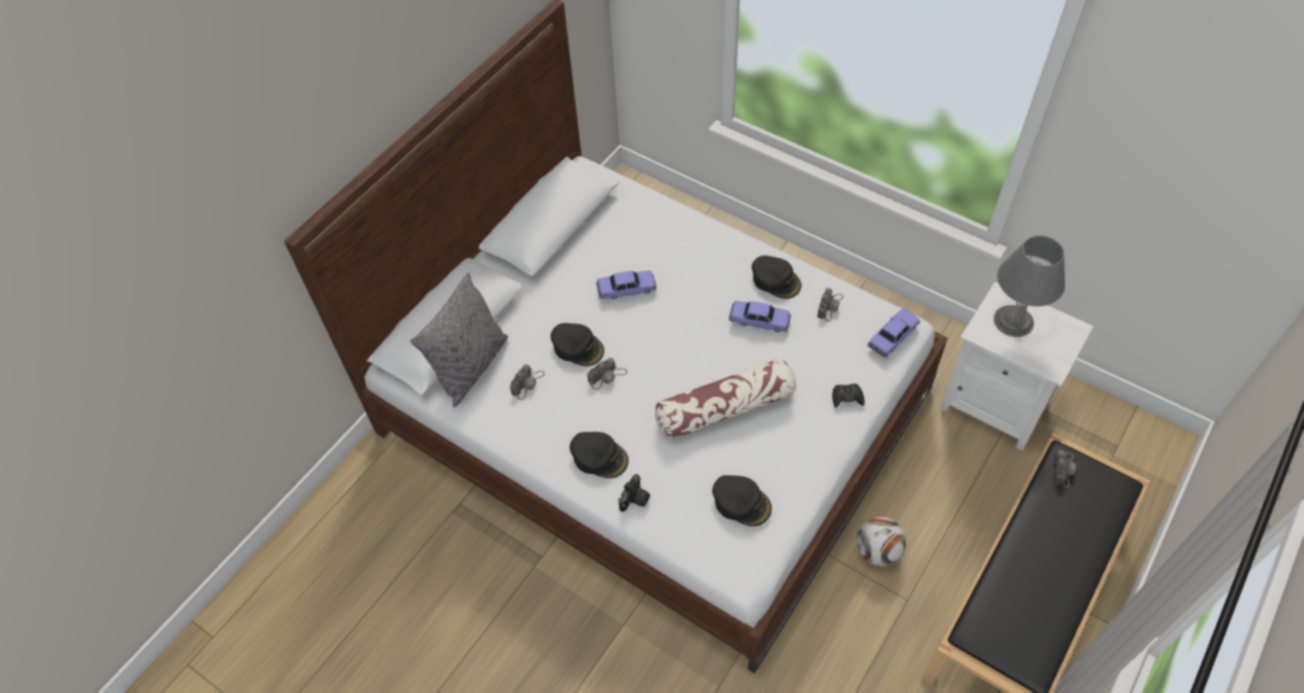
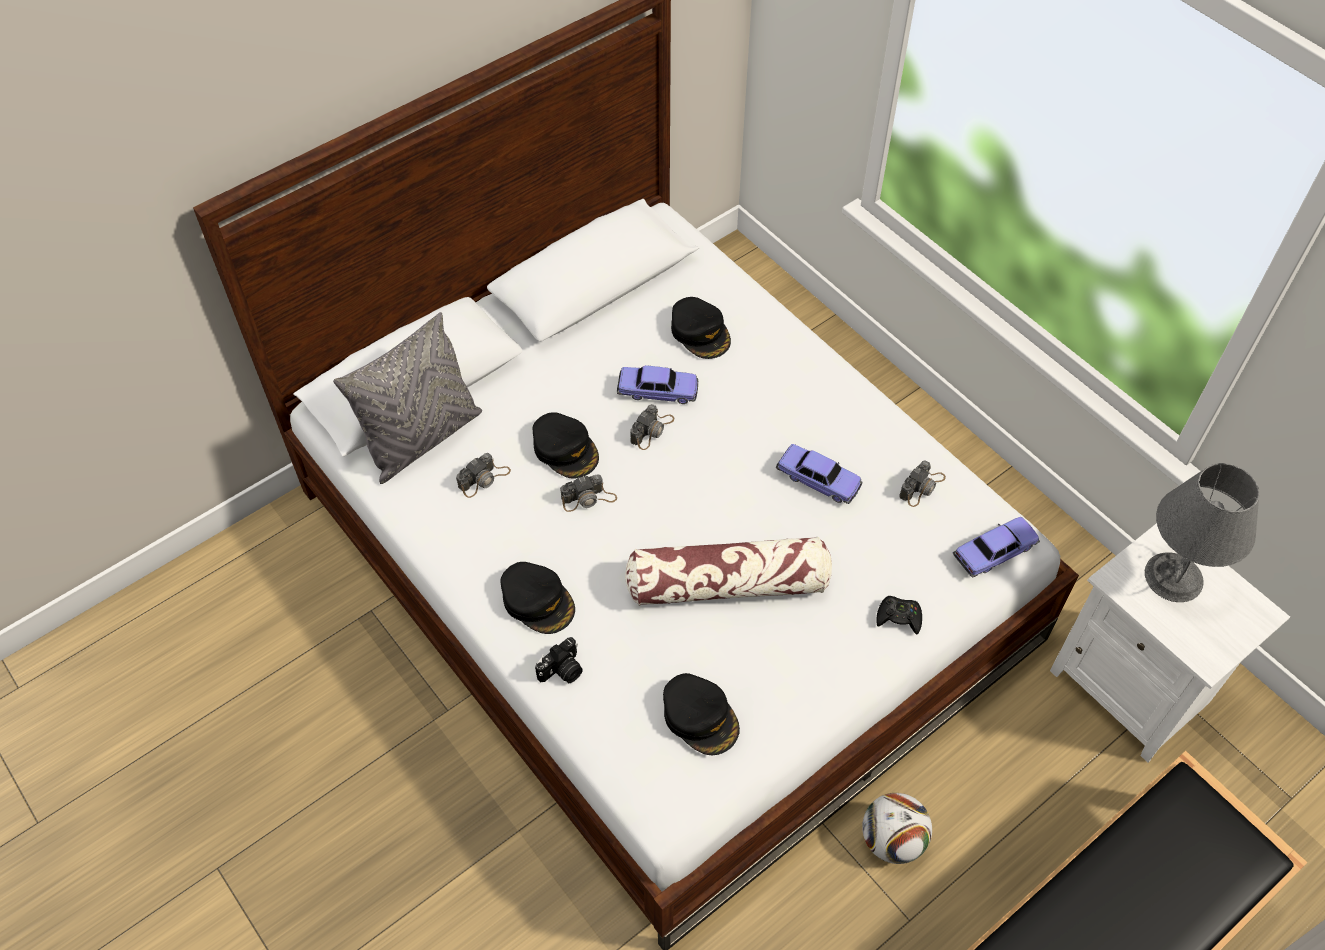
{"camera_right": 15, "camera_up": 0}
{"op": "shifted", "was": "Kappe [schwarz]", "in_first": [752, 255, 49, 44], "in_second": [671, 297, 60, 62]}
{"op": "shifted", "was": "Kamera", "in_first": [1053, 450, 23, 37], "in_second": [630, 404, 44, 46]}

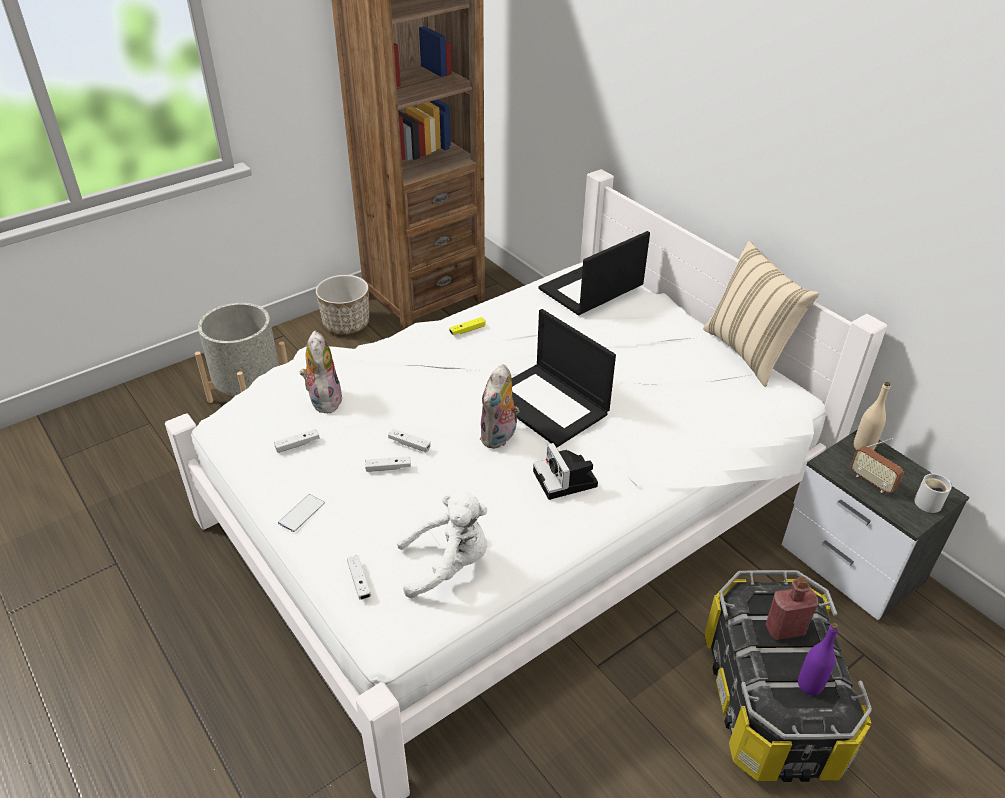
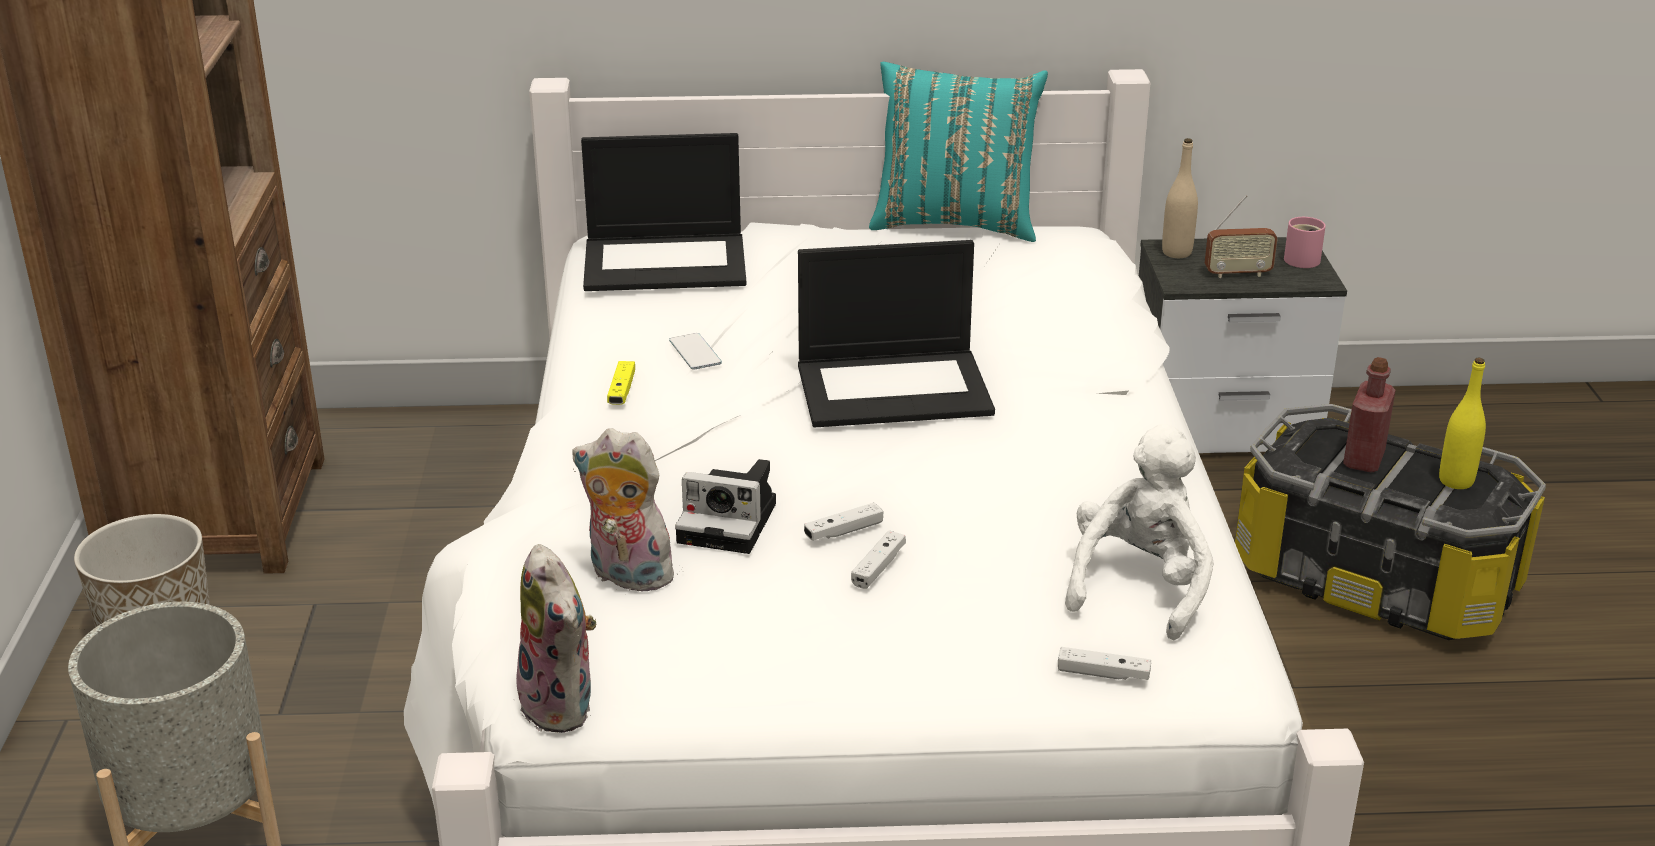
{"camera_right": -55, "camera_up": -10}
{"op": "gone", "was": "Gamepad [weiß]", "in_first": [274, 429, 46, 24]}
{"op": "shifted", "was": "Handy", "in_first": [278, 494, 47, 38], "in_second": [669, 333, 53, 37]}
{"op": "shifted", "was": "Plüschtier", "in_first": [480, 364, 40, 85], "in_second": [516, 544, 80, 189]}
{"op": "shifted", "was": "Kamera", "in_first": [533, 443, 65, 57], "in_second": [675, 459, 101, 95]}
{"op": "repainted", "was": "Kissen [beige]", "now": "Kissen [türkis]", "in_first": [703, 241, 116, 146], "in_second": [869, 62, 179, 180]}
{"op": "repainted", "was": "Flasche [lila]", "now": "Flasche [gelb]", "in_first": [798, 623, 41, 72], "in_second": [1439, 358, 47, 131]}
{"op": "repainted", "was": "Henkelbecher [weiß]", "now": "Henkelbecher [rosa]", "in_first": [914, 474, 38, 39], "in_second": [1284, 217, 42, 51]}
{"op": "rotated", "was": "Laptop", "in_first": [538, 231, 112, 84], "in_second": [581, 133, 165, 158], "clockwise": -90}

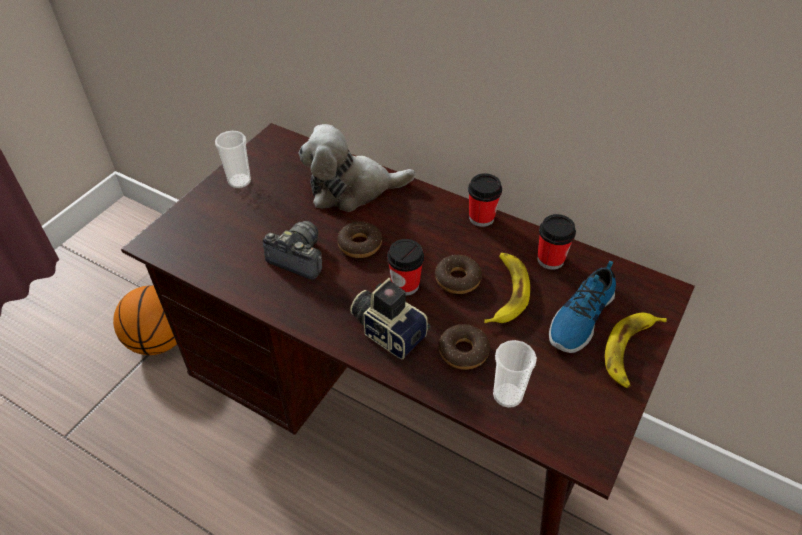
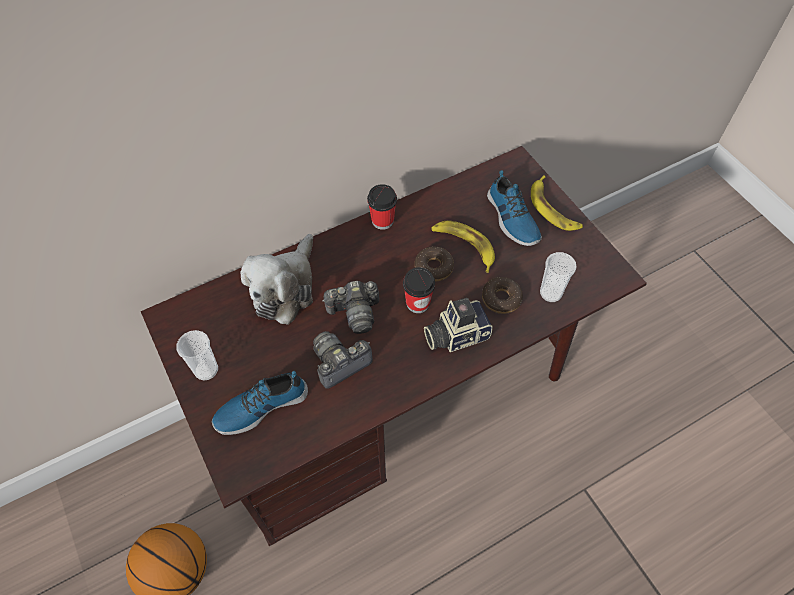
{"camera_right": -60, "camera_up": 10}
{"op": "gone", "was": "Tasse", "in_first": [538, 214, 38, 56]}
{"op": "new", "now": "Schuh", "in_second": [212, 371, 96, 64]}
{"op": "swapped", "was": "Donut", "now": "Kamera", "in_first": [337, 221, 45, 37], "in_second": [322, 281, 57, 53]}

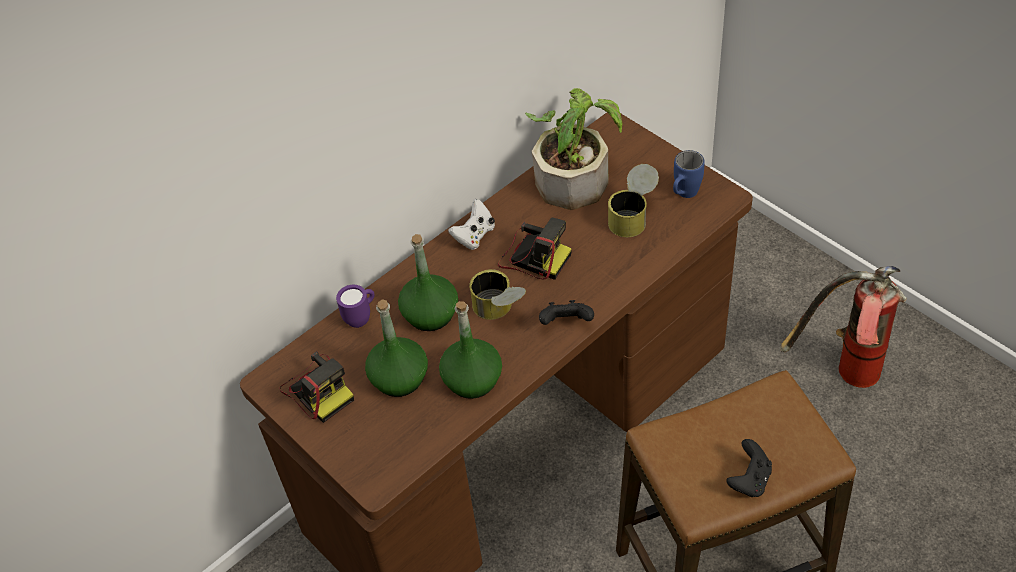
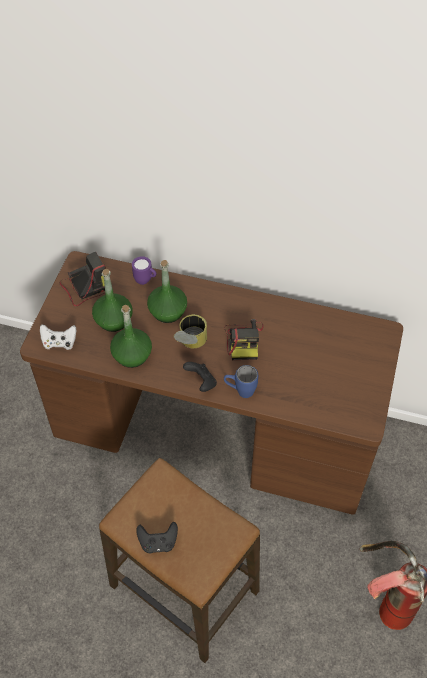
{"camera_right": 55, "camera_up": 5}
{"op": "gone", "was": "Topfpflanze", "in_first": [525, 88, 98, 122]}
{"op": "gone", "was": "Dose", "in_first": [608, 164, 51, 73]}
{"op": "shifted", "was": "Gamepad [weiß]", "in_first": [448, 199, 47, 51], "in_second": [40, 324, 36, 26]}
{"op": "shifted", "was": "Henkelbecher [blau]", "in_first": [673, 150, 32, 48], "in_second": [224, 365, 34, 33]}
{"op": "rotated", "was": "Kamera", "in_first": [280, 351, 74, 72], "in_second": [60, 252, 46, 54], "clockwise": -135}

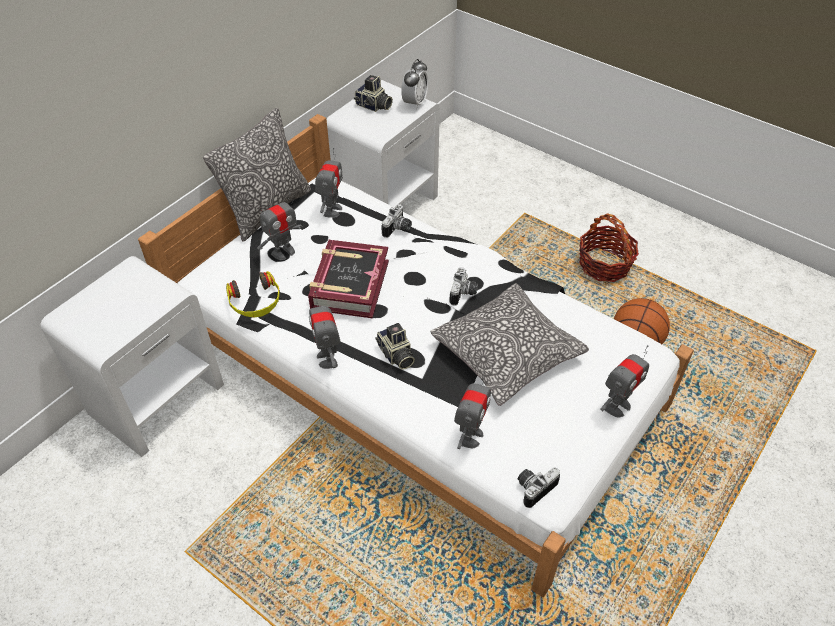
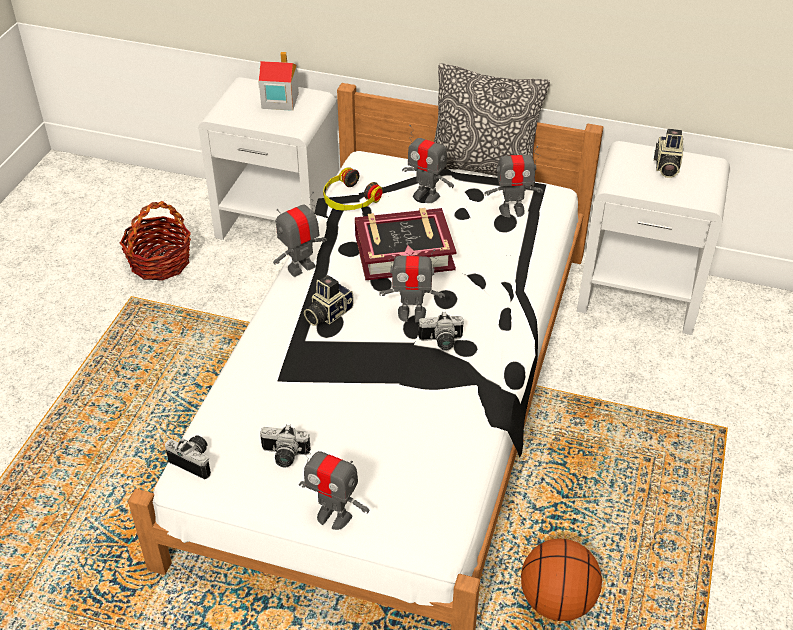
{"camera_right": 70, "camera_up": -5}
{"op": "gone", "was": "Wecker", "in_first": [401, 59, 27, 51]}
{"op": "gone", "was": "Kissen", "in_first": [430, 283, 159, 123]}
{"op": "new", "now": "Spielzeughaus", "in_second": [258, 52, 41, 59]}
{"op": "shifted", "was": "Kamera", "in_first": [381, 204, 31, 34], "in_second": [260, 424, 51, 44]}
{"op": "shifted", "was": "Spielzeugroboter", "in_first": [454, 371, 37, 78], "in_second": [379, 246, 66, 76]}
{"op": "shifted", "was": "Korb", "in_first": [579, 213, 60, 69], "in_second": [120, 201, 71, 80]}

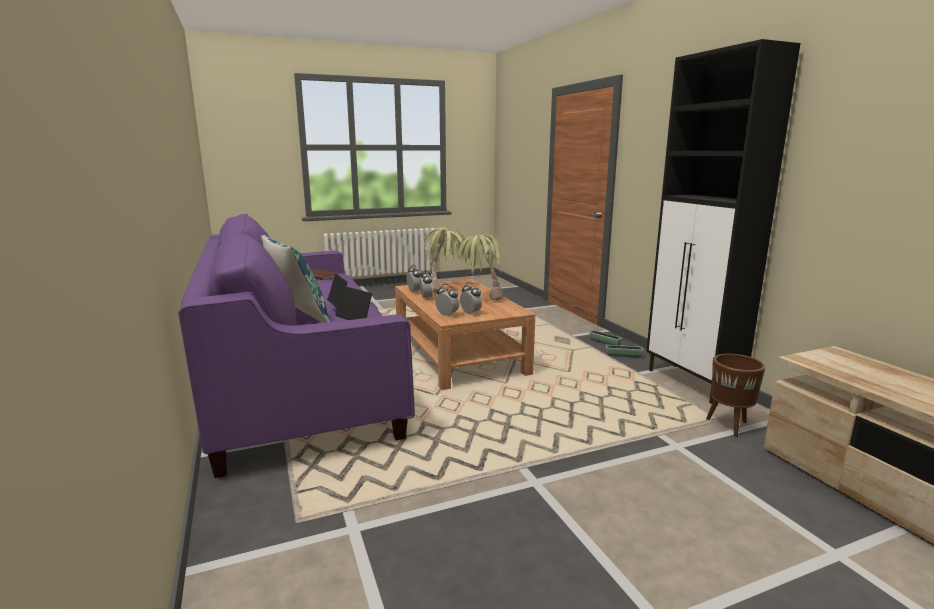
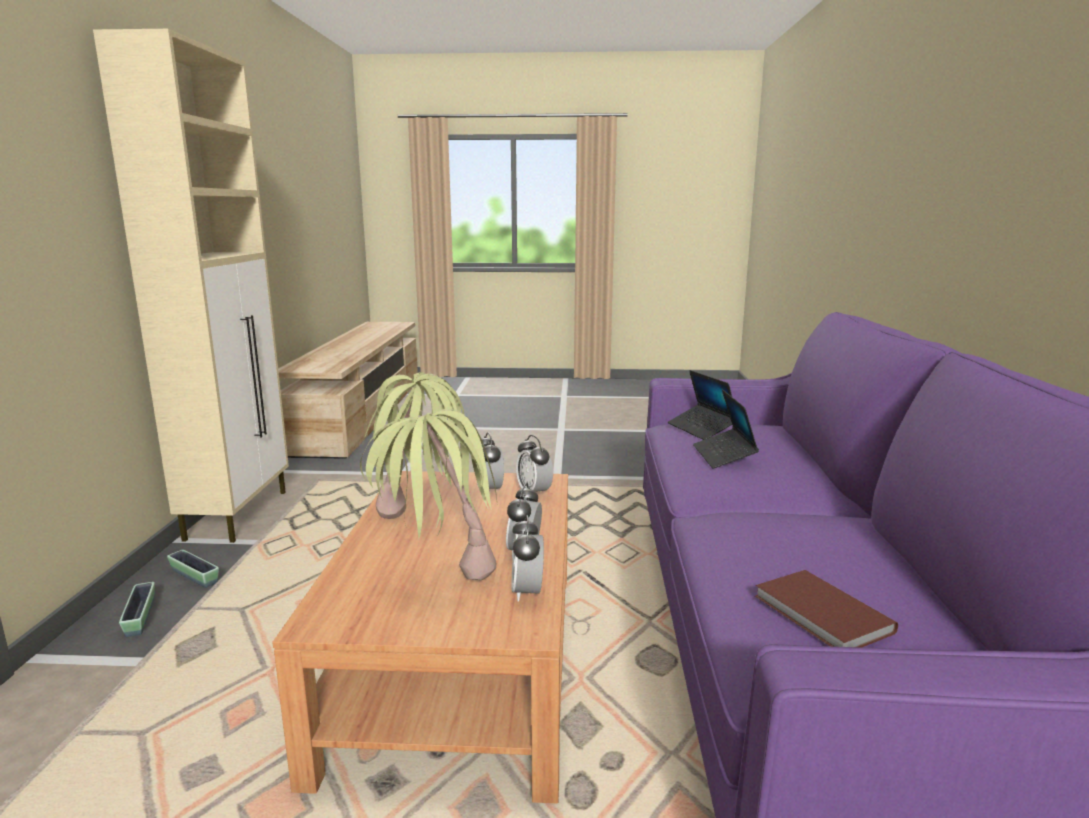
{"camera_right": -155, "camera_up": 0}
{"op": "gone", "was": "Kissen [blau]", "in_first": [261, 235, 69, 88]}
{"op": "gone", "was": "Pflanzkübel [braun]", "in_first": [706, 354, 59, 83]}
{"op": "repainted", "was": "Schrank [schwarz]", "now": "Schrank [beige]", "in_first": [646, 39, 155, 365], "in_second": [93, 29, 196, 514]}

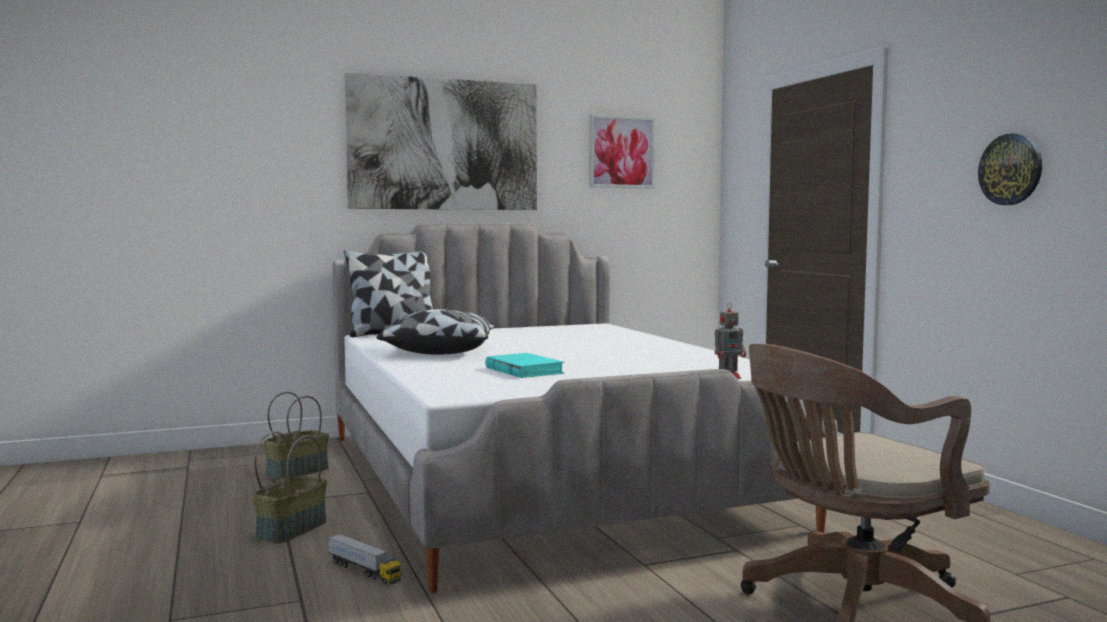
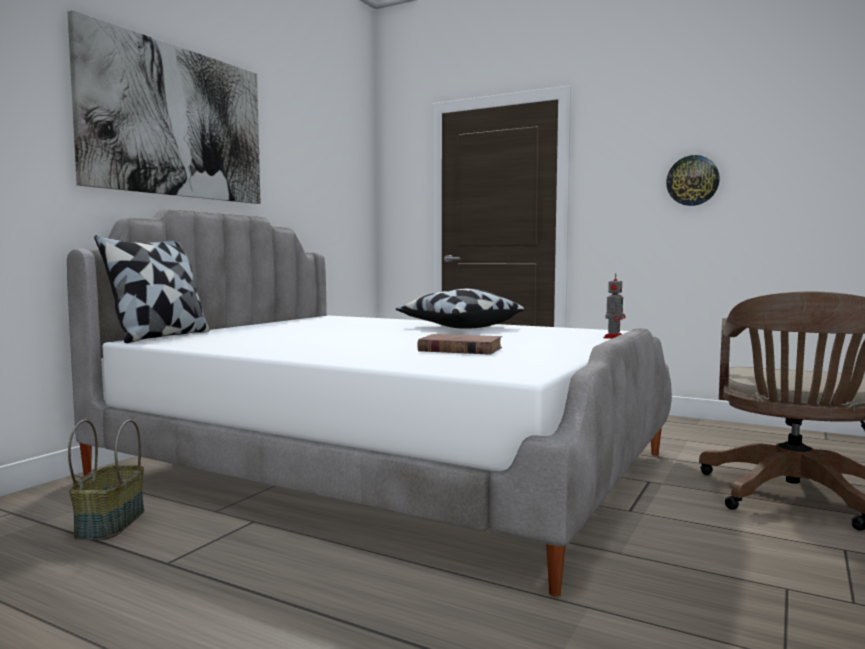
{"camera_right": -40, "camera_up": 0}
{"op": "gone", "was": "Korb", "in_first": [252, 431, 75, 112]}
{"op": "gone", "was": "Spielzeuglaster", "in_first": [328, 534, 74, 51]}
{"op": "gone", "was": "Bild", "in_first": [589, 114, 67, 75]}
{"op": "shifted", "was": "Kissen", "in_first": [376, 309, 119, 46], "in_second": [396, 289, 129, 39]}
{"op": "repainted", "was": "Buch [türkis]", "now": "Buch [braun]", "in_first": [485, 353, 80, 25], "in_second": [417, 334, 85, 21]}

